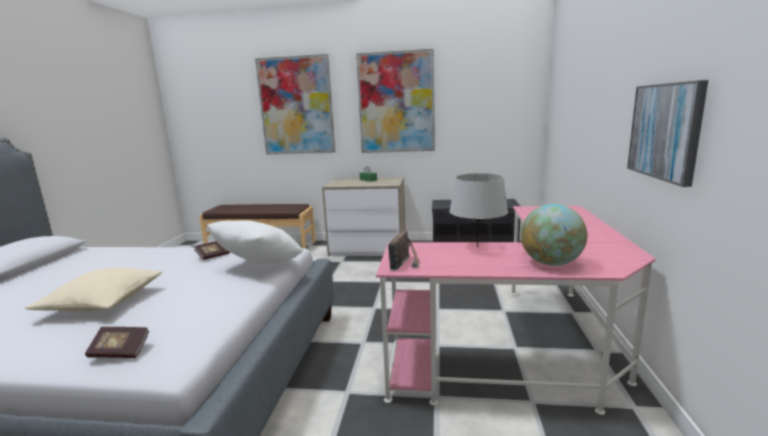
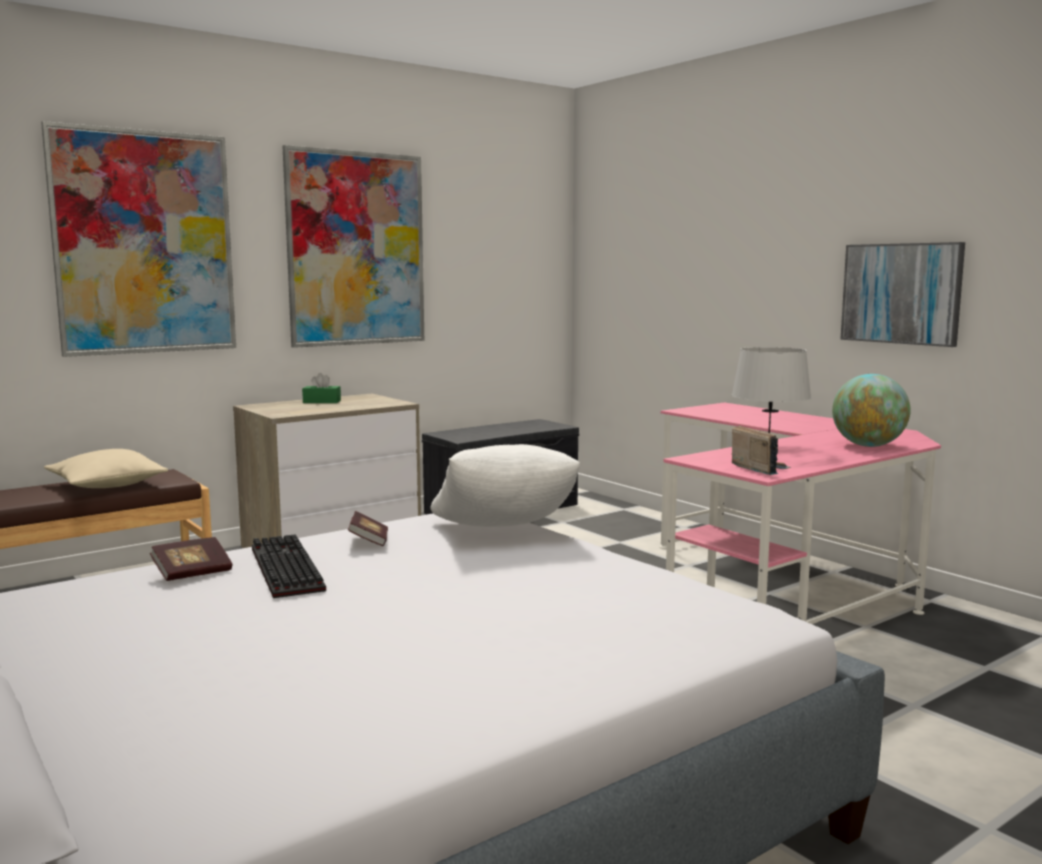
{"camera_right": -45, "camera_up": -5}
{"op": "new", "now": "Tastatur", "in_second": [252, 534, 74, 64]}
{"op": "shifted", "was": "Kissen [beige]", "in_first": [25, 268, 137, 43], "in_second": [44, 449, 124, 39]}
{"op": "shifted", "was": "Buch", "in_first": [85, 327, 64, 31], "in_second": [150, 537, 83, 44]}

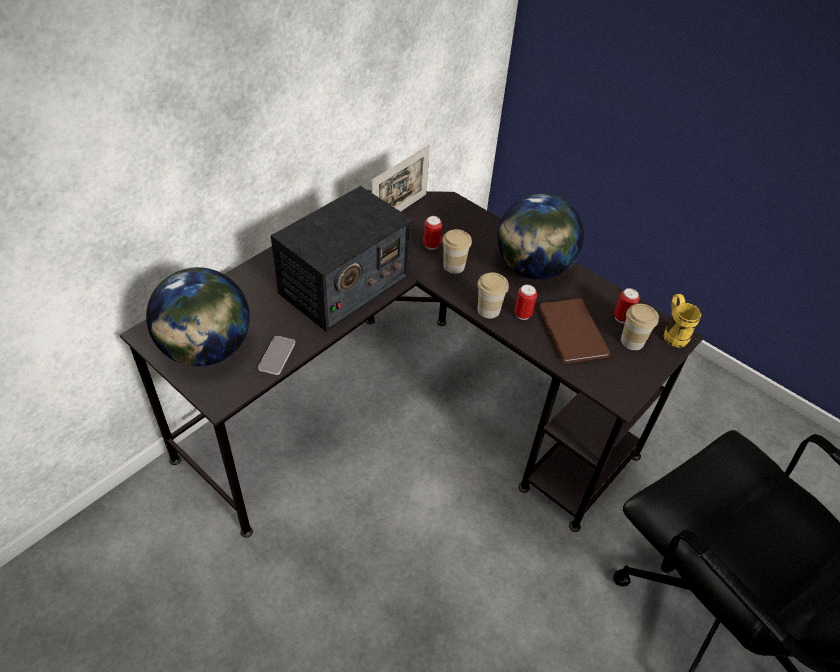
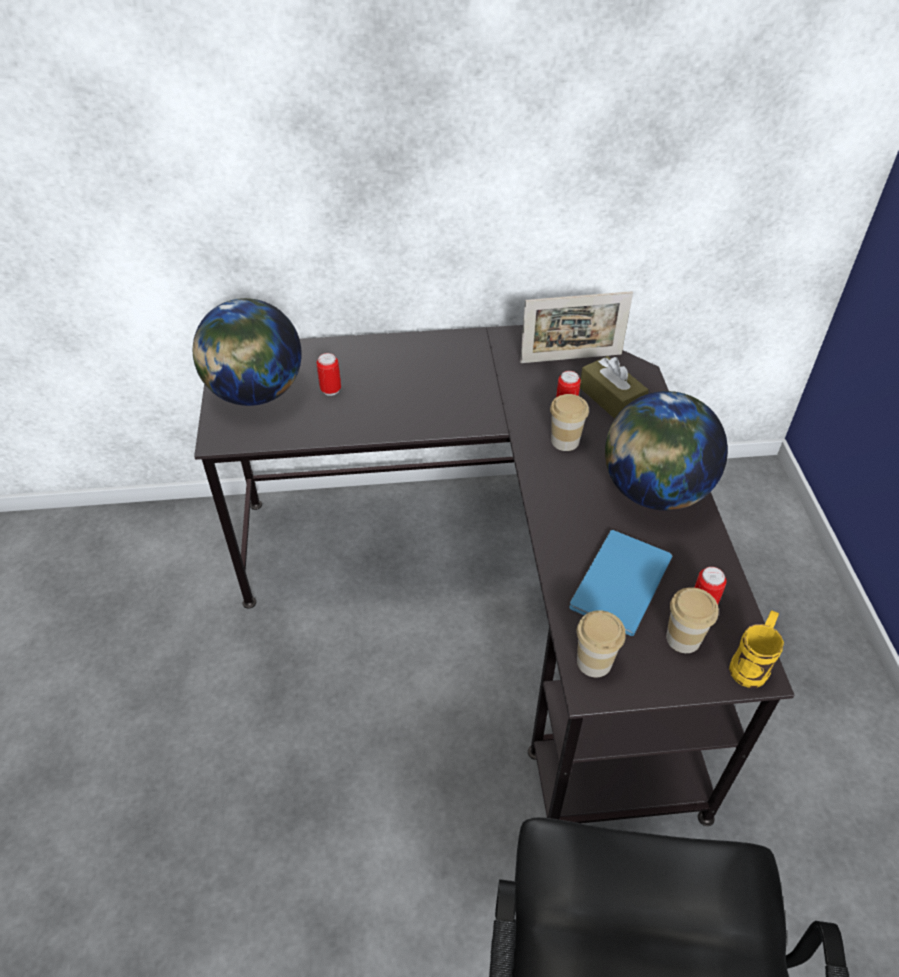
{"camera_right": 45, "camera_up": 0}
{"op": "gone", "was": "Handy", "in_first": [258, 336, 37, 39]}
{"op": "gone", "was": "Radio", "in_first": [271, 186, 141, 146]}
{"op": "new", "now": "Taschentuchbox [braun]", "in_second": [580, 356, 69, 63]}
{"op": "shifted", "was": "Tasse", "in_first": [477, 273, 32, 46], "in_second": [577, 610, 49, 67]}
{"op": "shifted", "was": "Dose", "in_first": [514, 285, 23, 35], "in_second": [316, 353, 25, 43]}
{"op": "repainted", "was": "Buch [braun]", "now": "Buch [blau]", "in_first": [539, 298, 72, 66], "in_second": [569, 530, 103, 106]}

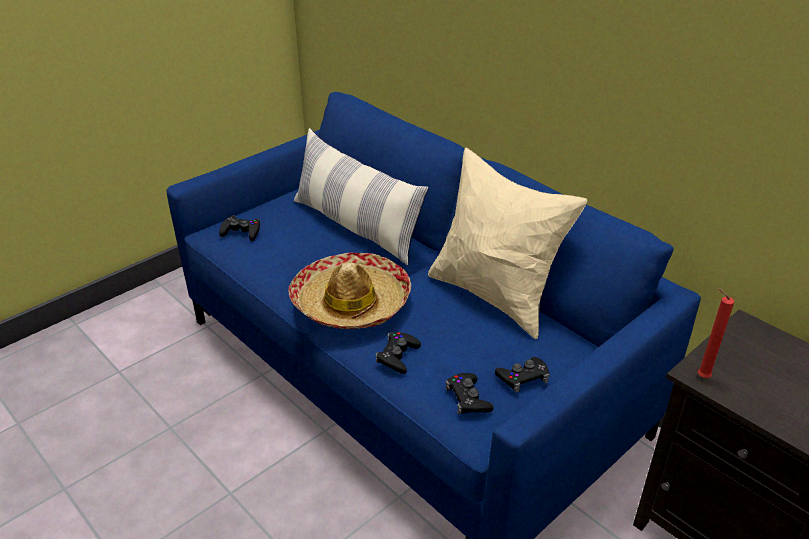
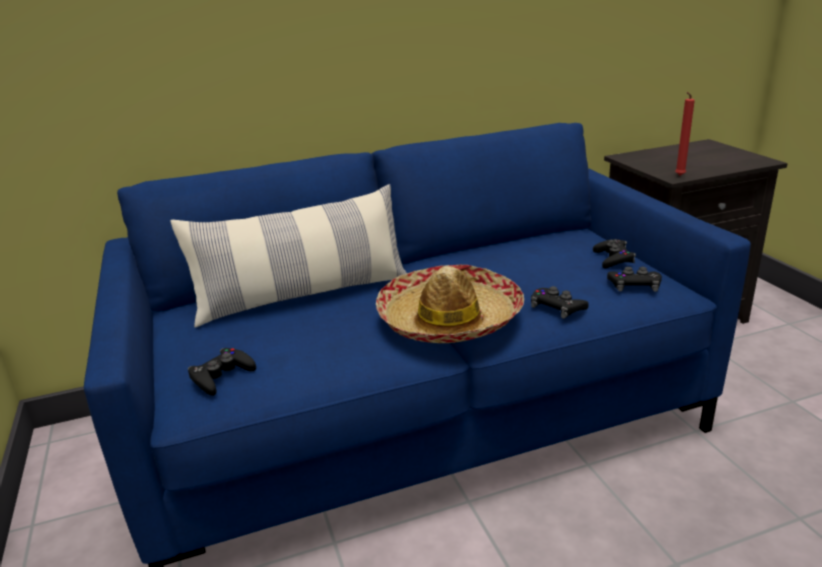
{"camera_right": -65, "camera_up": -10}
{"op": "gone", "was": "Kissen [beige]", "in_first": [428, 148, 159, 191]}

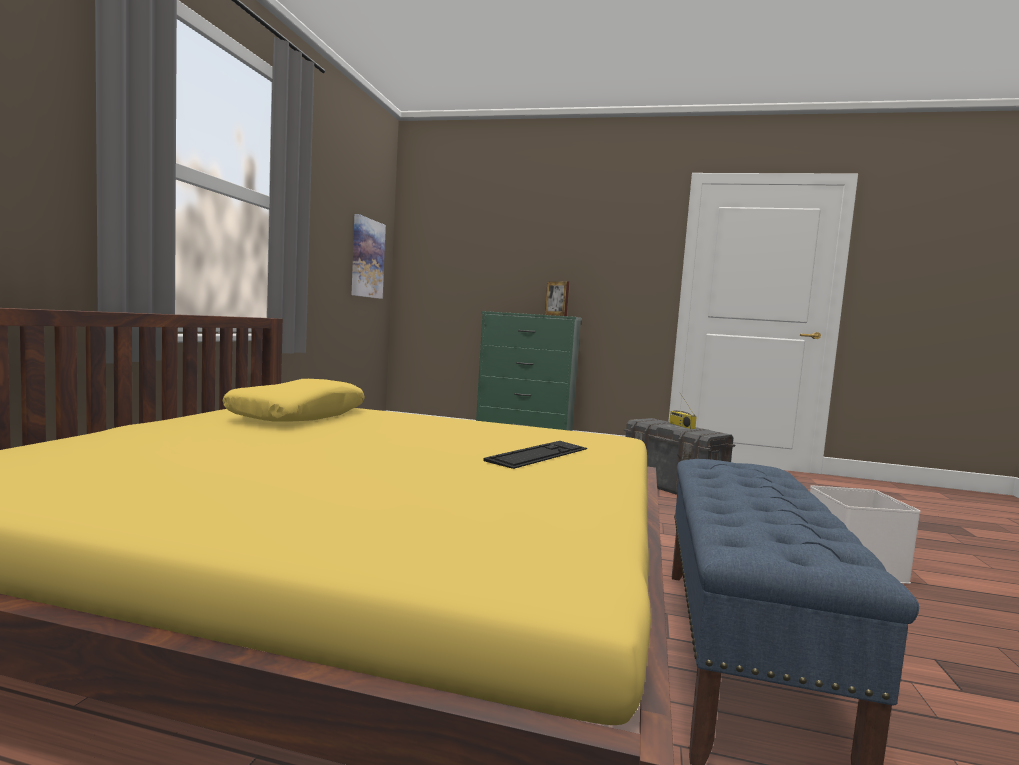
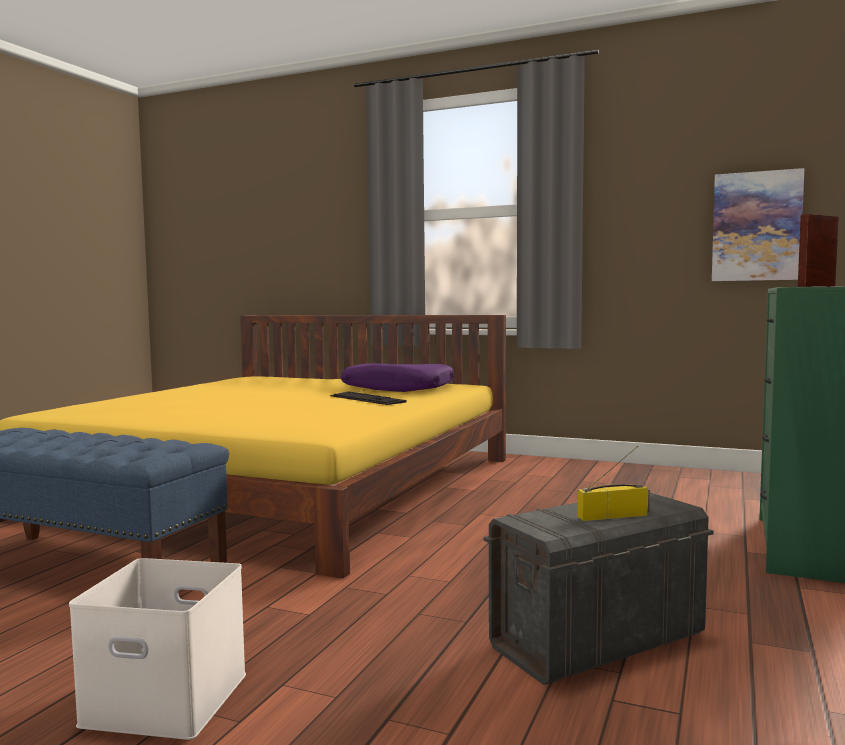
{"camera_right": 100, "camera_up": 0}
{"op": "shifted", "was": "Tastatur", "in_first": [484, 441, 103, 28], "in_second": [330, 391, 77, 14]}
{"op": "repainted", "was": "Kissen [gelb]", "now": "Kissen [lila]", "in_first": [223, 379, 142, 43], "in_second": [341, 363, 113, 29]}

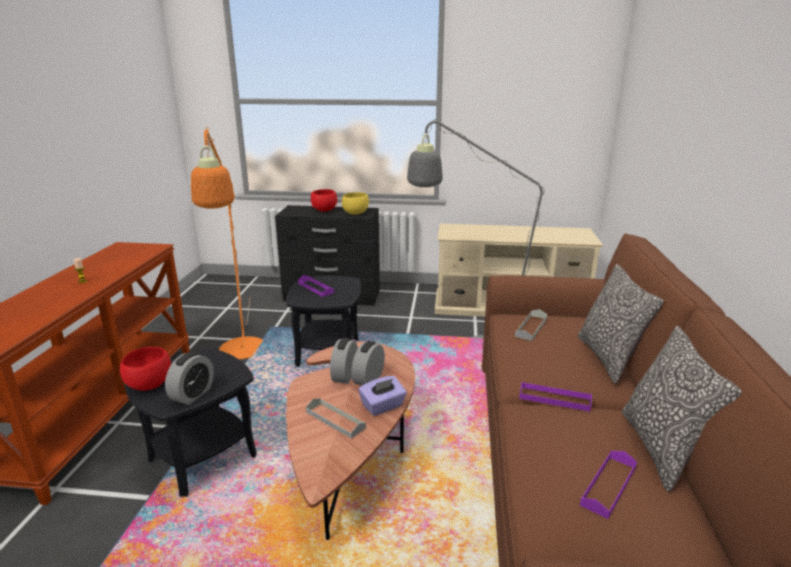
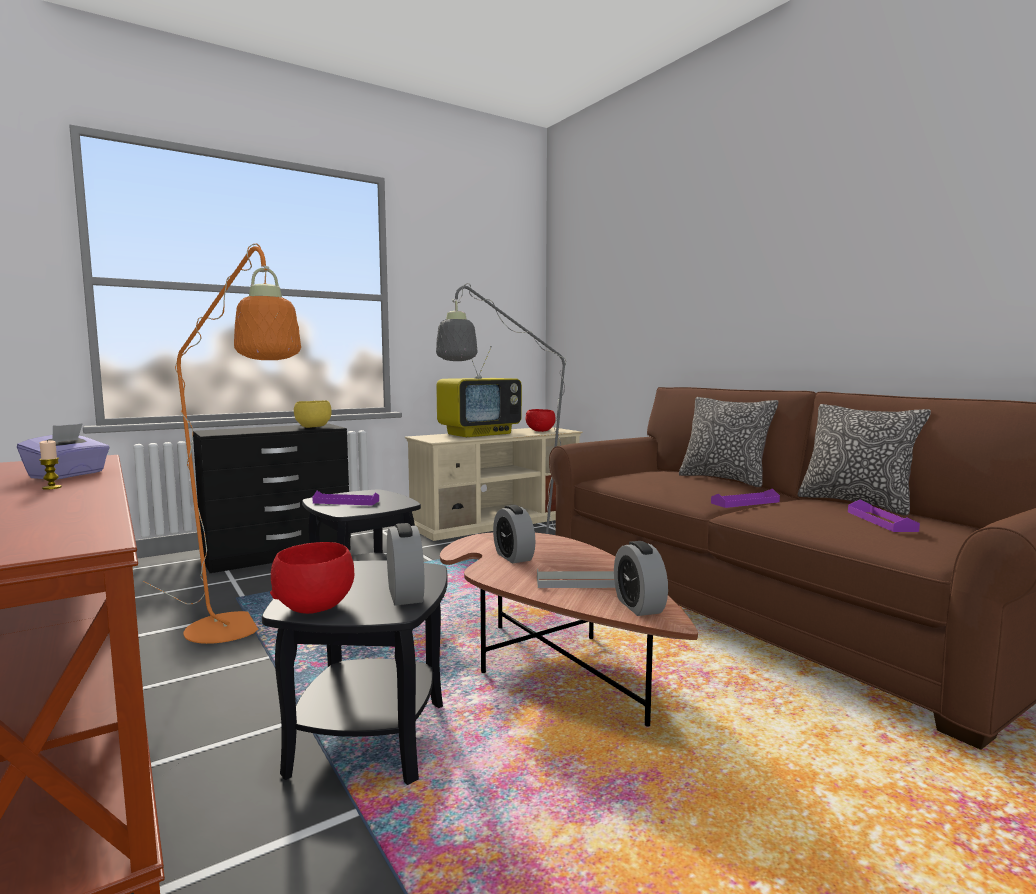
{"camera_right": -40, "camera_up": -15}
{"op": "gone", "was": "Tablett [grau]", "in_first": [515, 309, 32, 32]}
{"op": "new", "now": "Fernseher", "in_second": [436, 346, 86, 91]}
{"op": "shifted", "was": "Schüssel [rot]", "in_first": [311, 189, 26, 23], "in_second": [526, 409, 29, 23]}
{"op": "shifted", "was": "Wecker", "in_first": [351, 341, 34, 45], "in_second": [614, 541, 54, 75]}
{"op": "shifted", "was": "Taschentuchbox [lila]", "in_first": [358, 376, 49, 40], "in_second": [17, 423, 93, 56]}

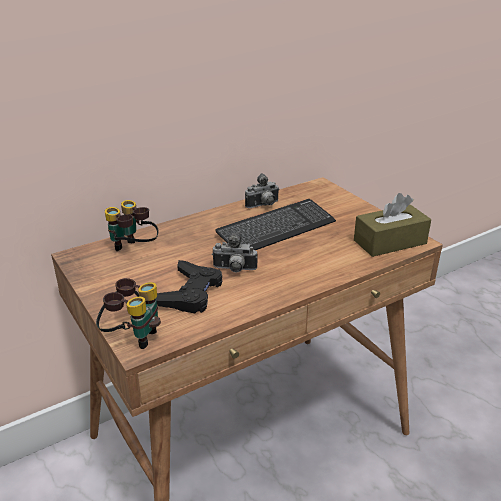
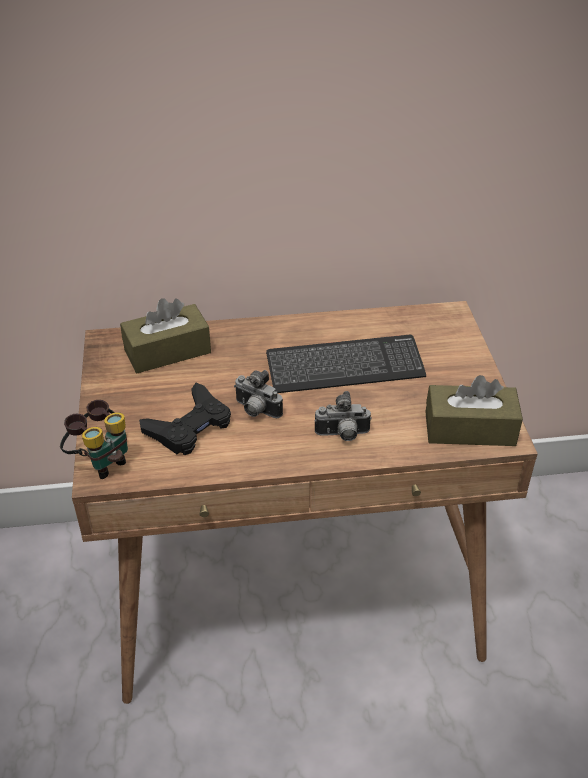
{"camera_right": 25, "camera_up": 10}
{"op": "shifted", "was": "Kamera", "in_first": [245, 173, 34, 35], "in_second": [315, 391, 56, 50]}
{"op": "swapped", "was": "Fernglas", "now": "Taschentuchbox [braun]", "in_first": [105, 200, 53, 51], "in_second": [120, 298, 91, 75]}

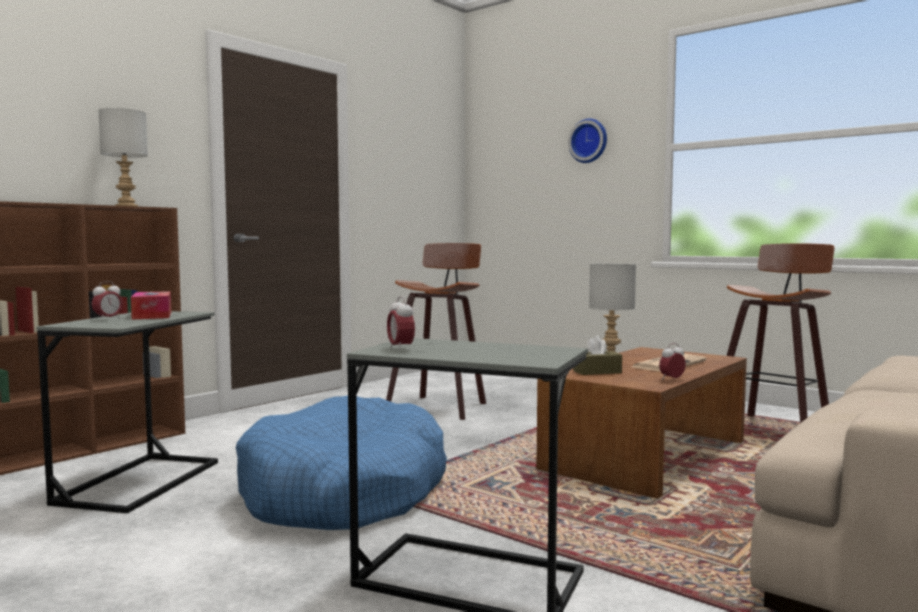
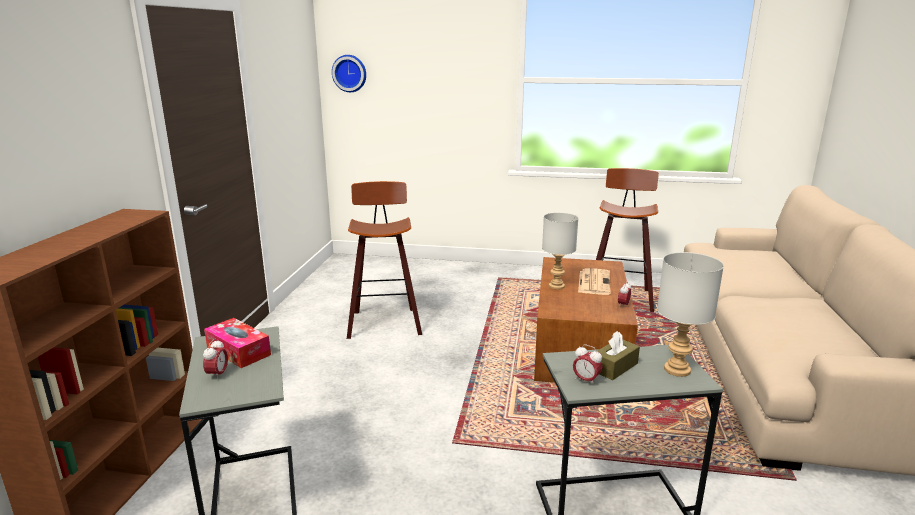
{"camera_right": -30, "camera_up": 15}
{"op": "gone", "was": "Hundebett [blau]", "in_first": [236, 396, 211, 134]}
{"op": "shifted", "was": "Tischlampe [grau]", "in_first": [98, 108, 50, 98], "in_second": [657, 252, 67, 125]}
{"op": "shifted", "was": "Wanduhr", "in_first": [568, 119, 39, 44], "in_second": [332, 55, 34, 37]}
{"op": "shifted", "was": "Taschentuchbox [braun]", "in_first": [573, 335, 49, 40], "in_second": [597, 331, 43, 49]}

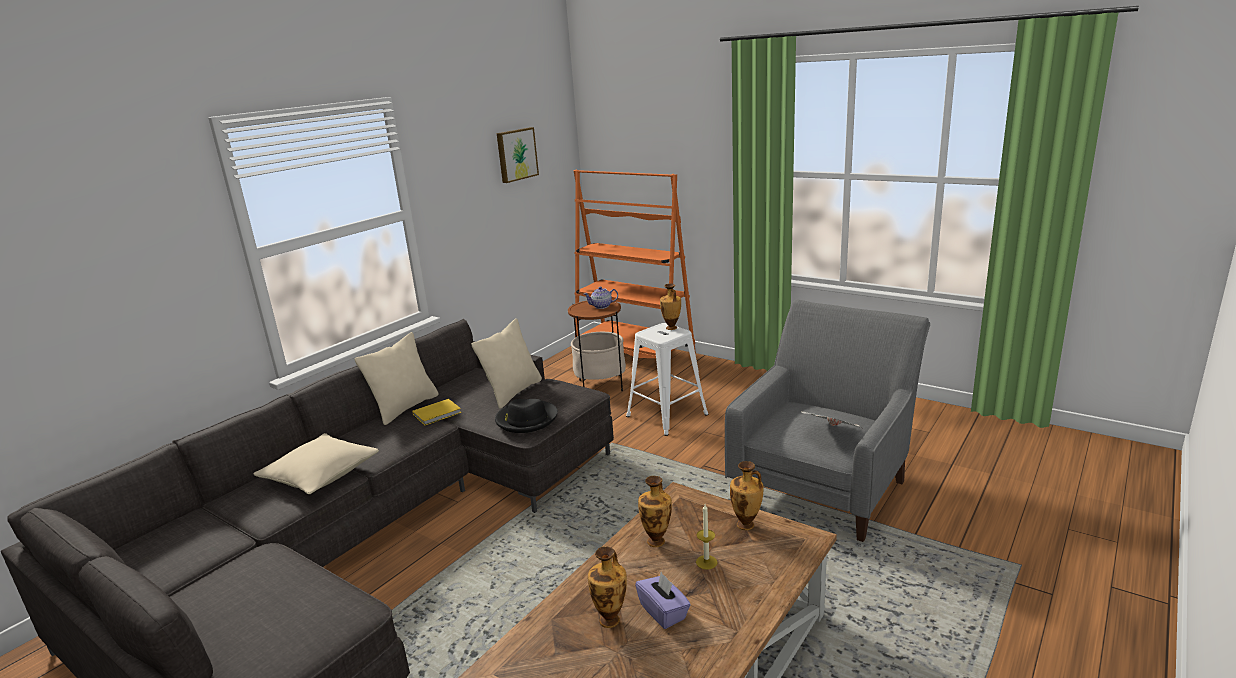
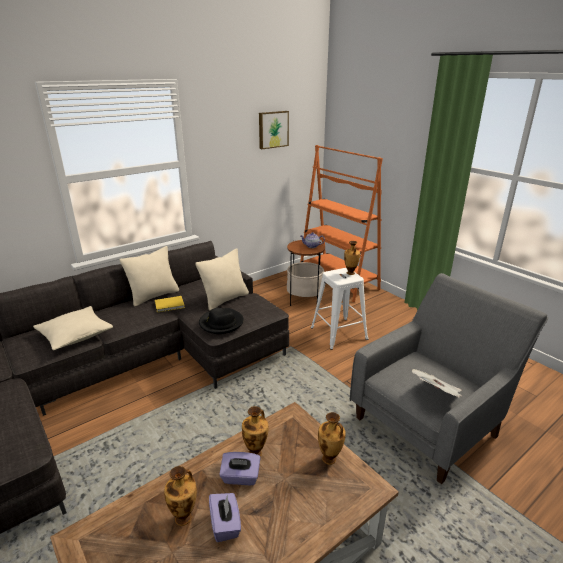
{"camera_right": 15, "camera_up": 5}
{"op": "gone", "was": "Kerze", "in_first": [696, 504, 22, 66]}
{"op": "new", "now": "Taschentuchbox [lila]", "in_second": [219, 452, 42, 33]}

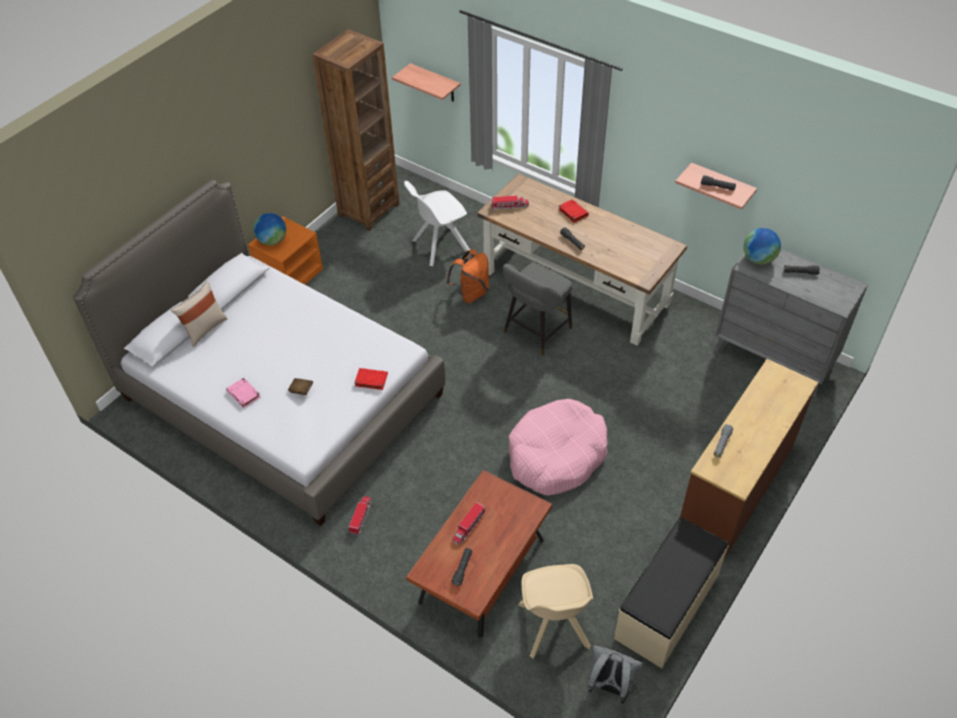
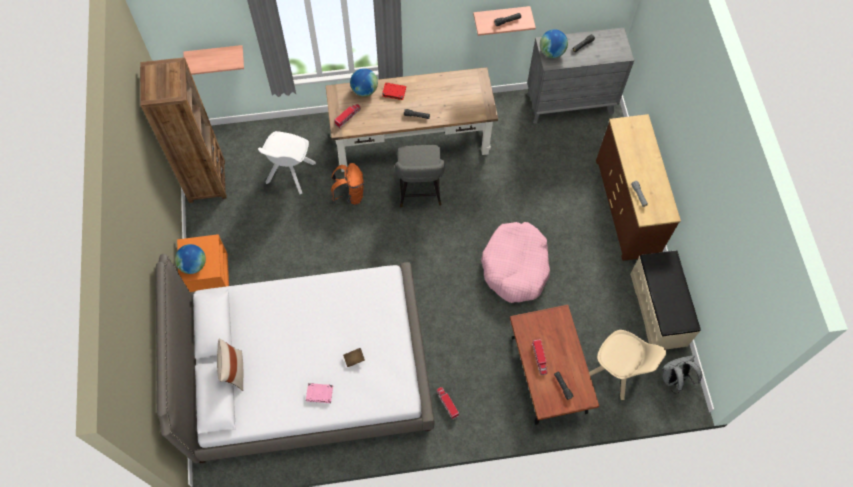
{"camera_right": -45, "camera_up": 15}
{"op": "gone", "was": "Buch [rot]", "in_first": [354, 368, 34, 22]}
{"op": "new", "now": "Globus", "in_second": [350, 68, 28, 29]}

